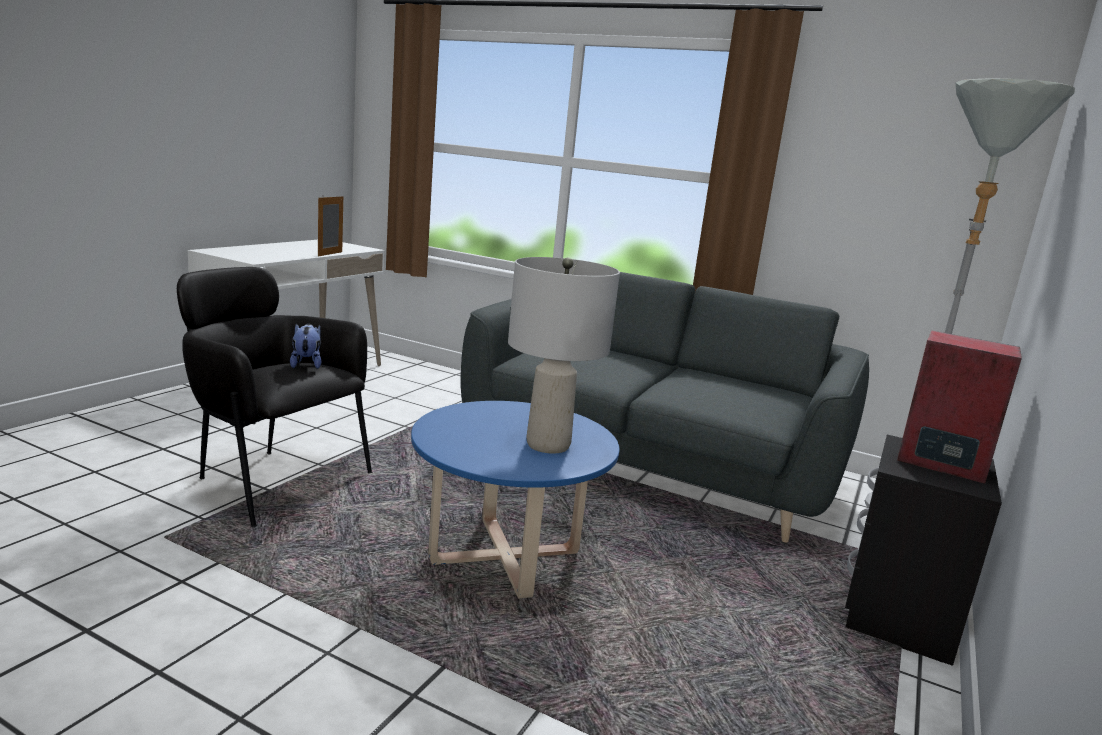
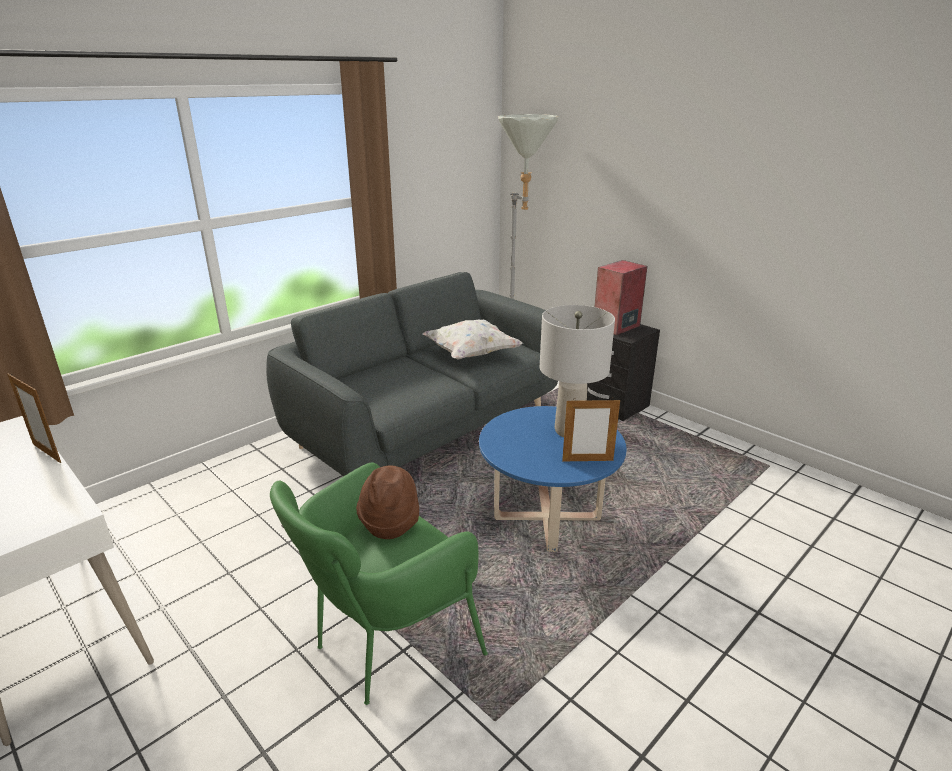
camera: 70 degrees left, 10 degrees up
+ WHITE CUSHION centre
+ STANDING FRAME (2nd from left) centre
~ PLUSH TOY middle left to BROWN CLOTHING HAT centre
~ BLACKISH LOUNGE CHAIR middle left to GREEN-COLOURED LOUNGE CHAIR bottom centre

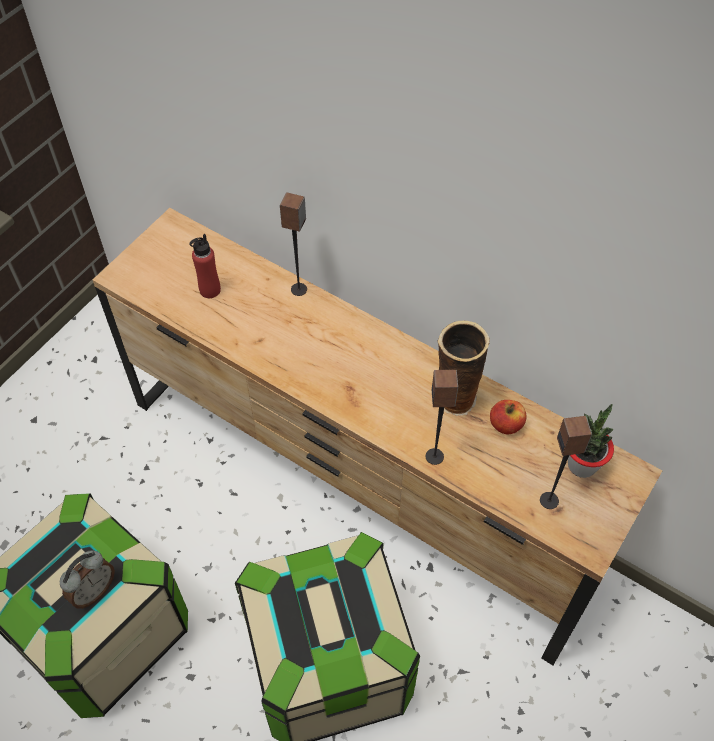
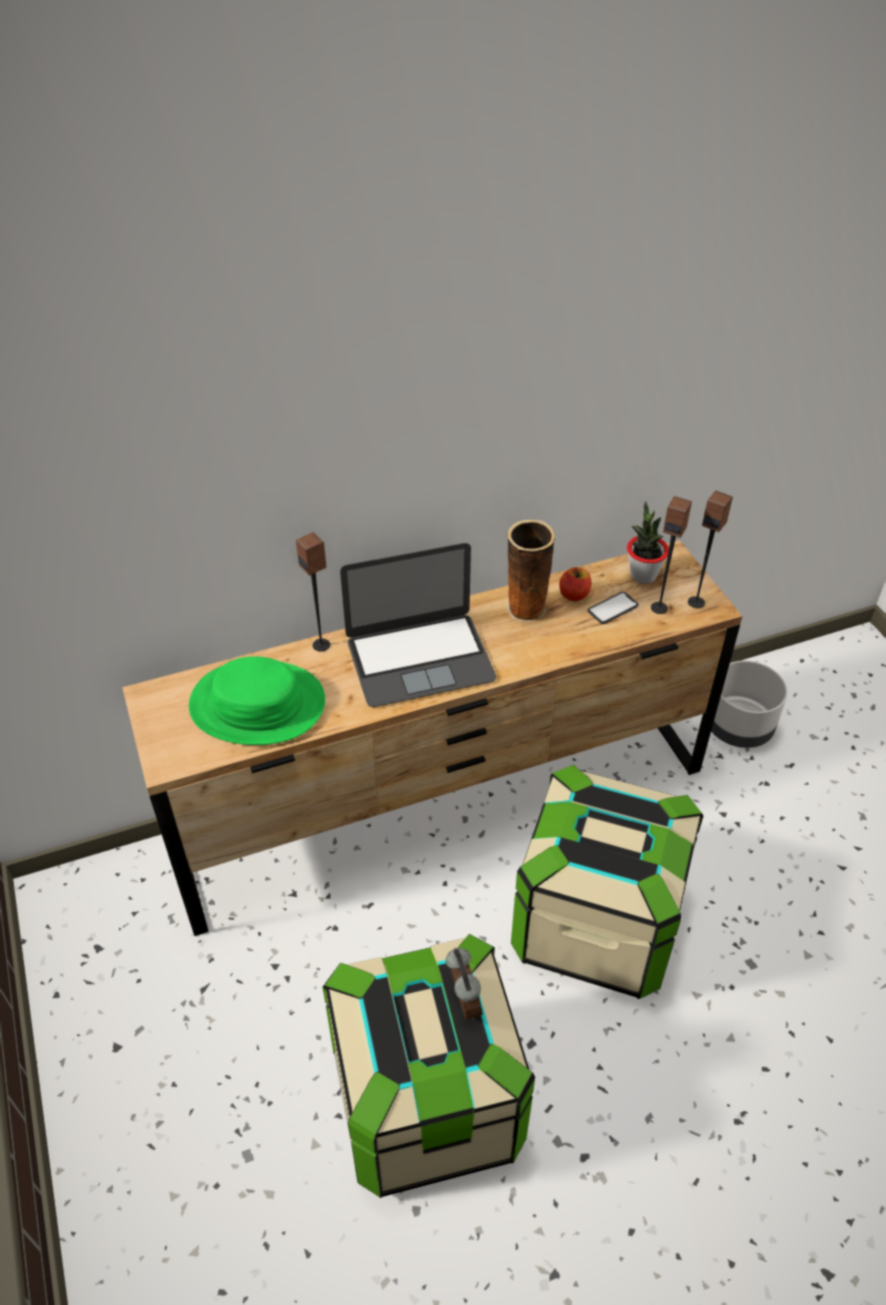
camera: 55 degrees left, 10 degrees down
+ LAPTOP centre
+ PHONE middle right
+ GREY PLANTER middle right
~ AUDIO SPEAKER (2nd from left in the first image) centre to AUDIO SPEAKER (3rd from left) middle right
~ RED BOTTLE middle left to GREEN-COLOURED CLOTHING HAT middle left

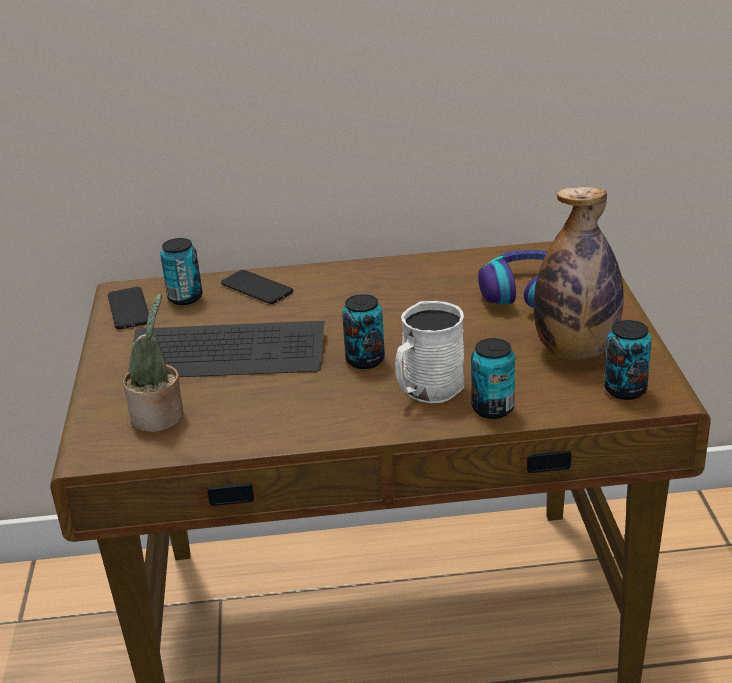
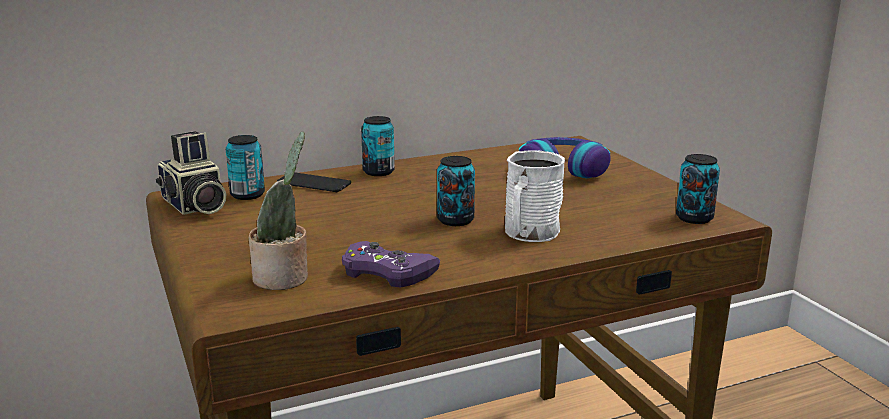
camera: 20 degrees left, 10 degrees down
- COMPUTER KEYBOARD middle left
- BOTTLE middle right
+ PURPLISH JOYPAD centre
~ METAL CAN (3rd from left in the first image) middle right to METAL CAN (2nd from left) centre
~ PHONE (1st from left) middle left to STILL CAMERA middle left

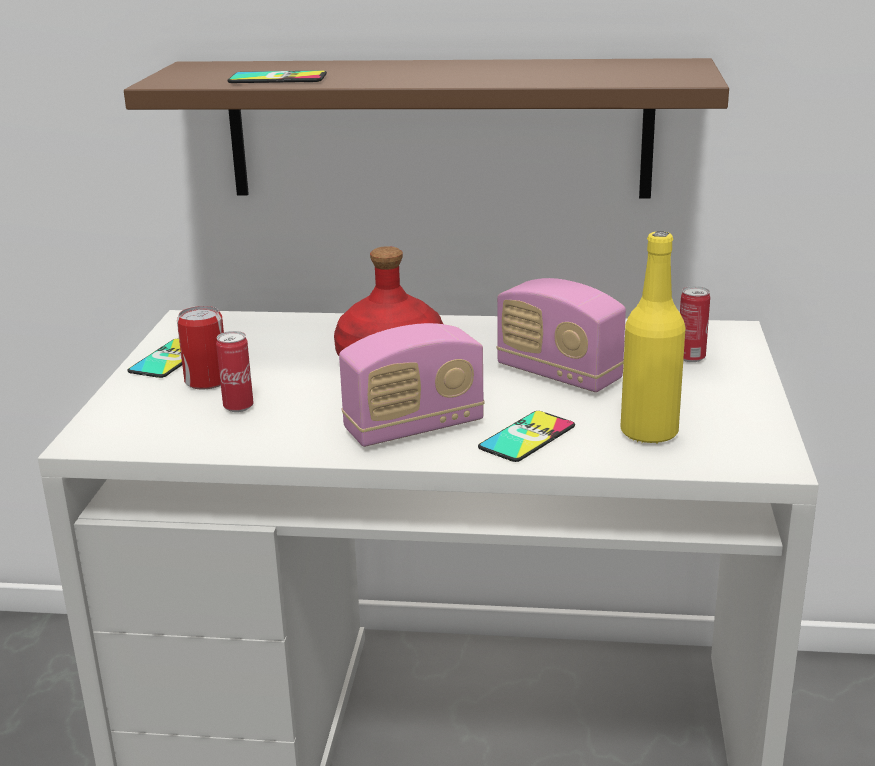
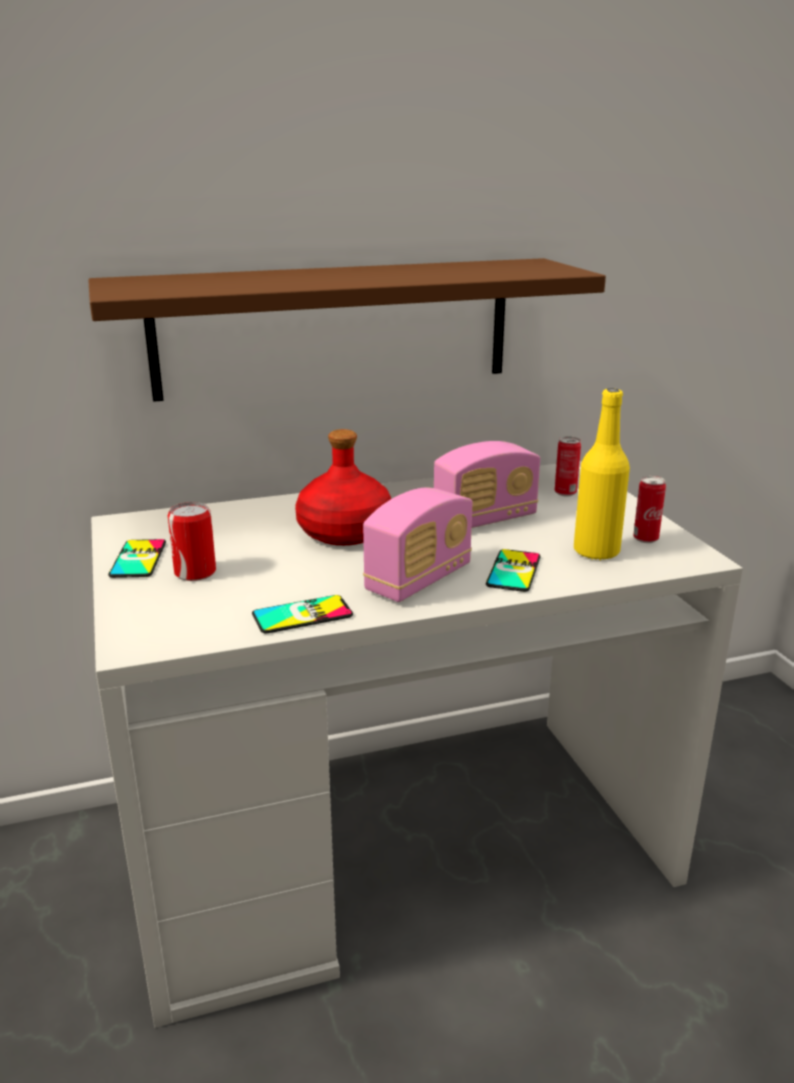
camera: 25 degrees left, 0 degrees up
~ METAL CAN (2nd from left in the first image) middle left to METAL CAN (3rd from left) middle right
~ PHONE (2nd from left) top left to centre
~ RADIO SET (2nd from left) centre = centre 45 degrees counterclockwise

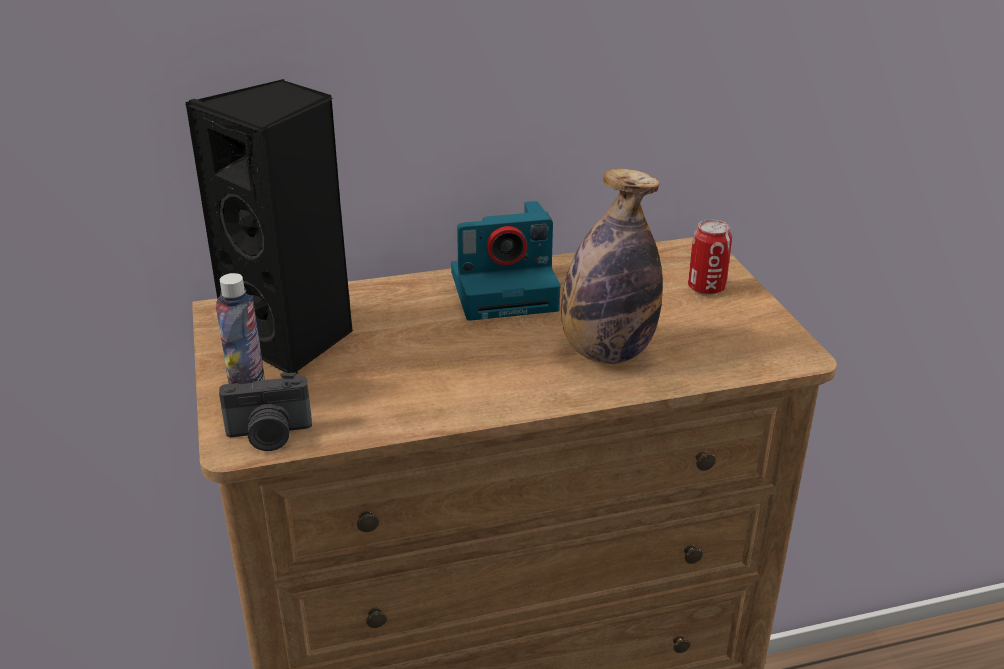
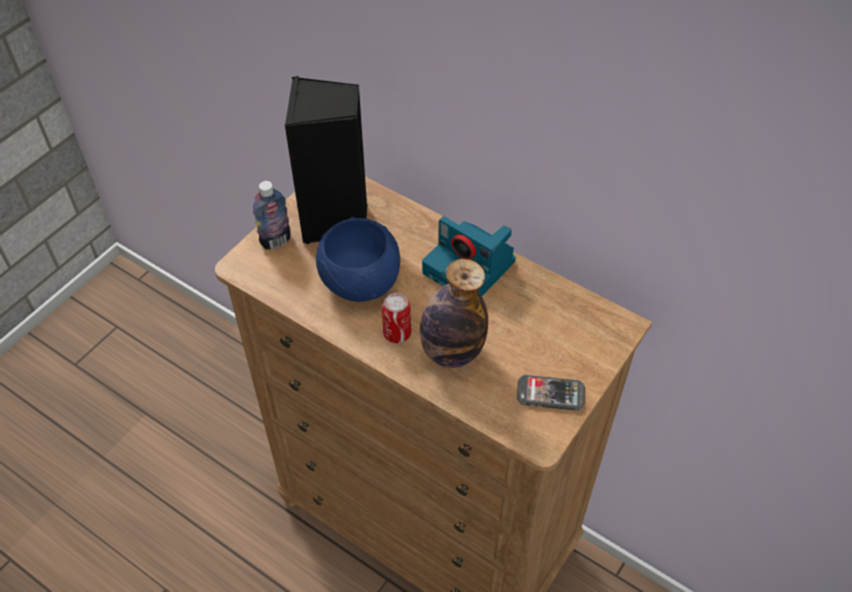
camera: 50 degrees right, 20 degrees up
- STILL CAMERA (1st from left) middle left
+ BLUE-COLOURED SERVING BOWL centre
+ PHONE centre
~ METAL CAN middle right to centre

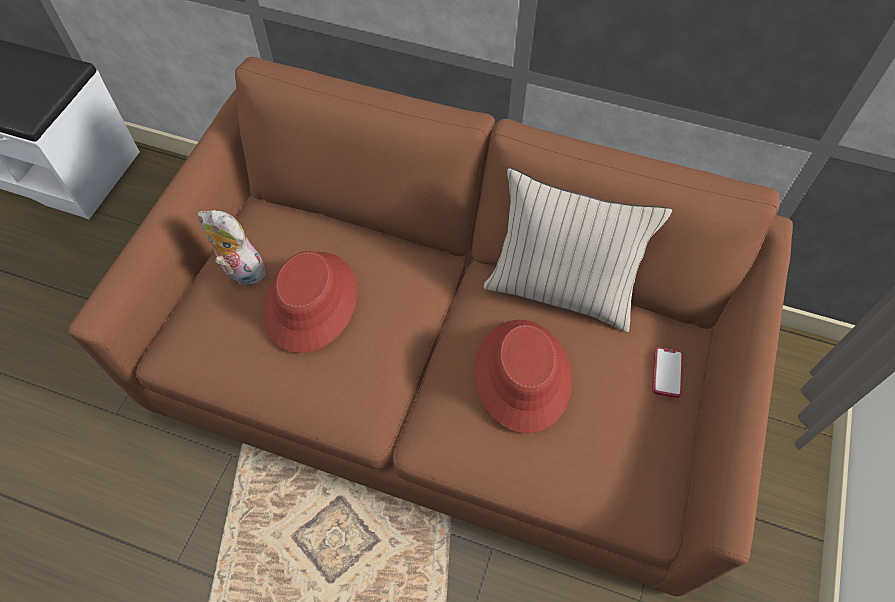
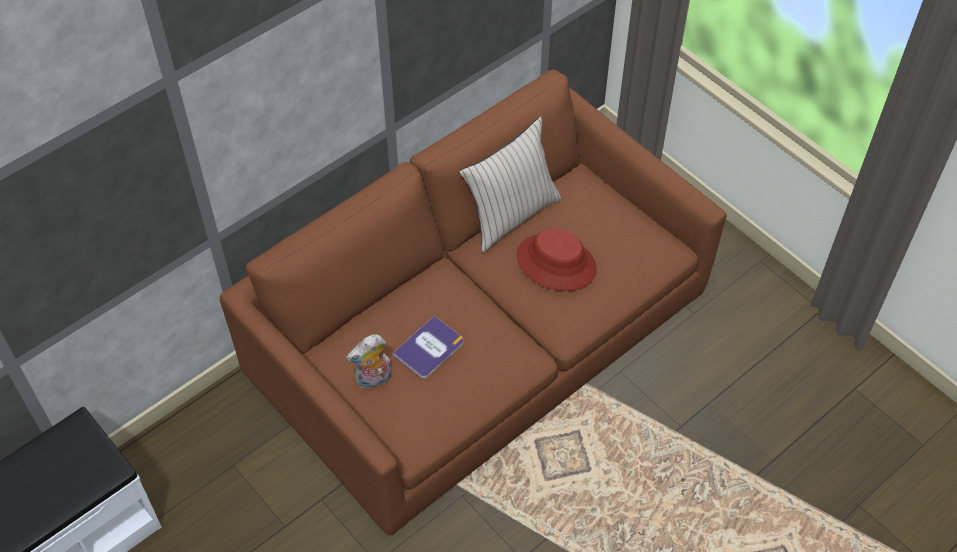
camera: 60 degrees left, 5 degrees down
- PHONE middle right
~ RED CLOTHING HAT (1st from left) centre to BOUND BOOK centre

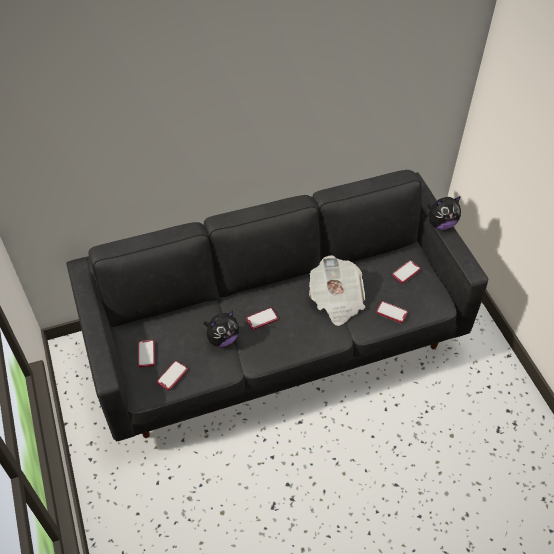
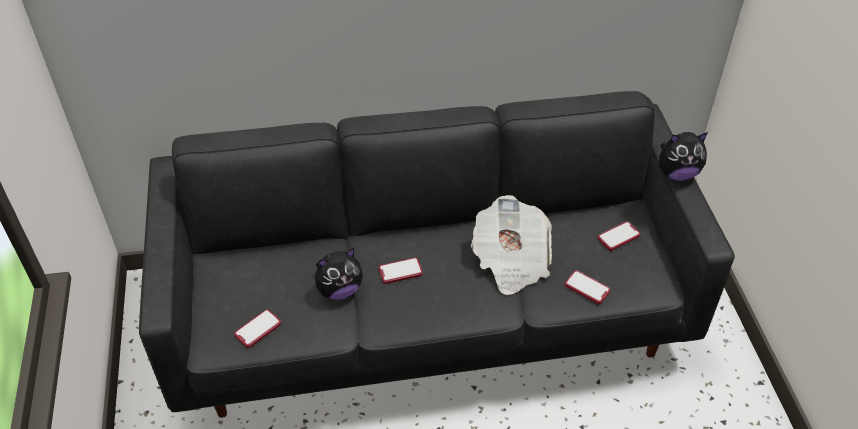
camera: 10 degrees right, 5 degrees down
- PHONE (1st from left) middle left

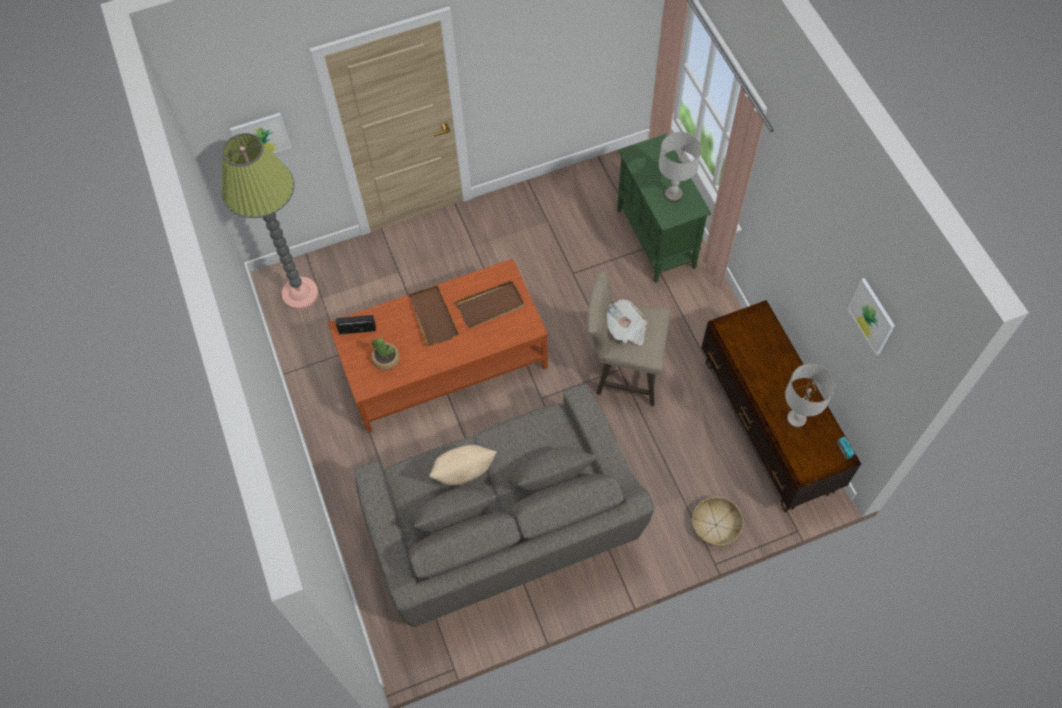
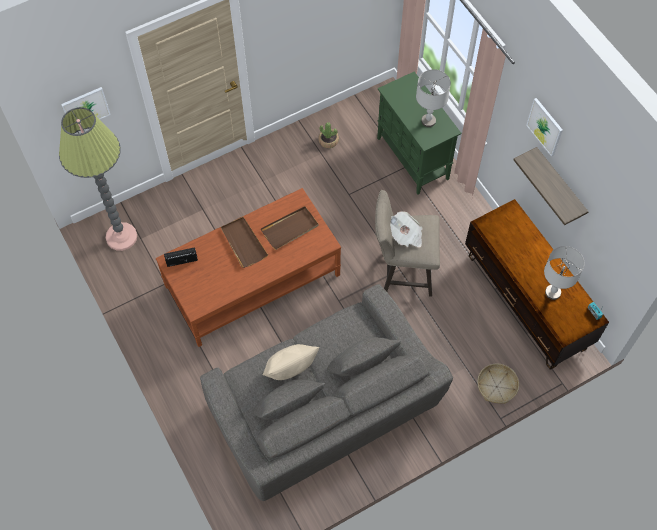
camera: 10 degrees left, 0 degrees up
+ WALL SHELF middle right
~ PLANT IN A POT centre to top centre
~ WALL PICTURE (2nd from left) middle right to top right

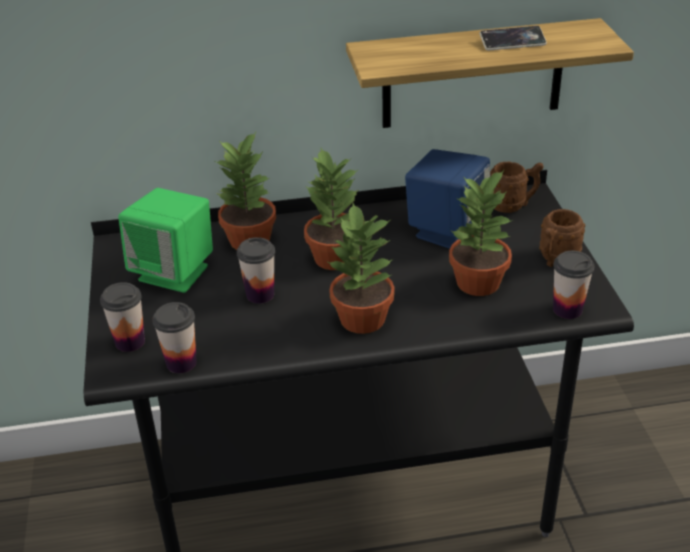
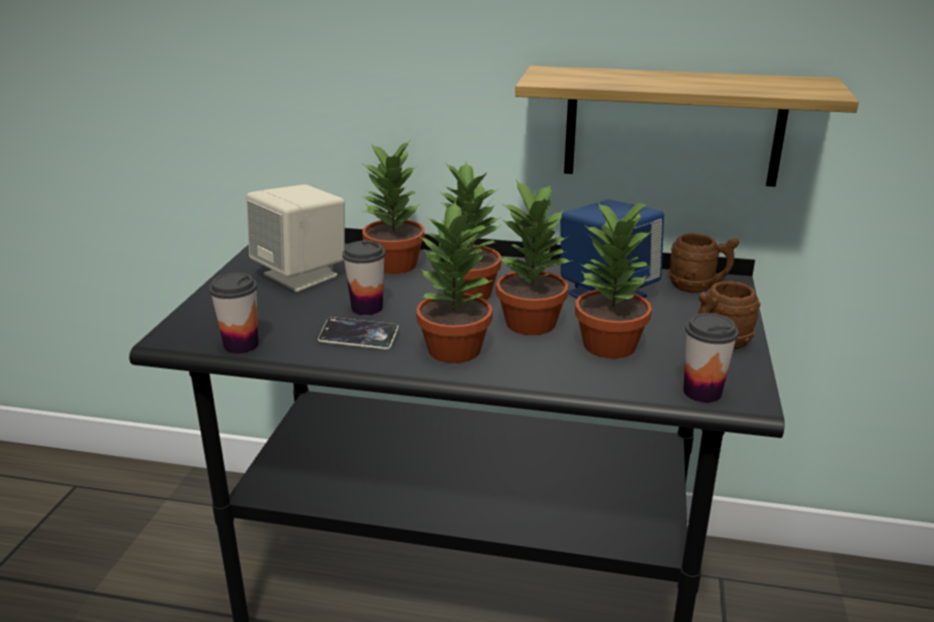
camera: 20 degrees right, 10 degrees down
- DRINKING CUP (1st from left) middle left
+ PLANT IN A POT (4th from left) centre
~ PHONE top right to centre
~ GREEN-COLOURED AUDIO SPEAKER middle left to BEIGE-COLOURED AUDIO SPEAKER middle left

